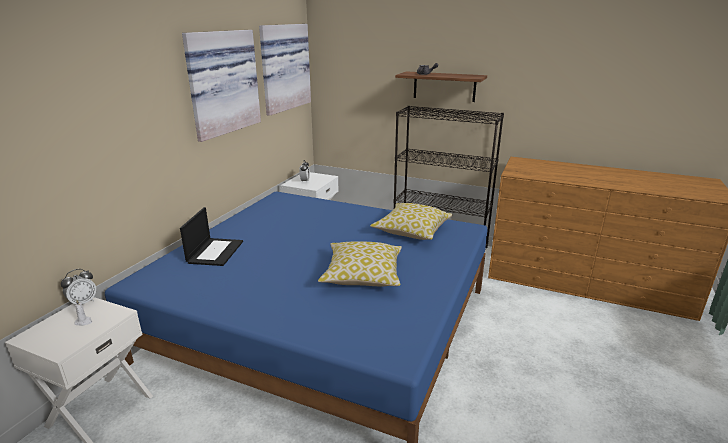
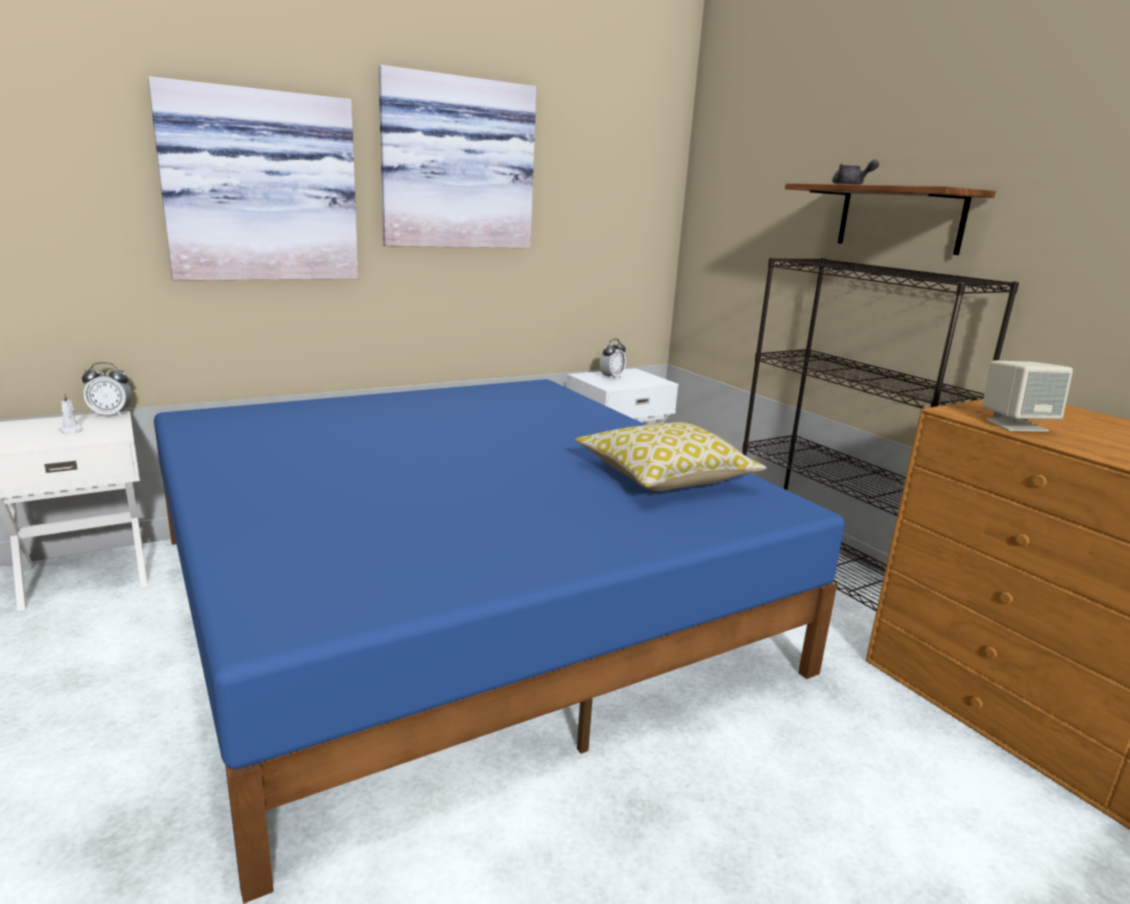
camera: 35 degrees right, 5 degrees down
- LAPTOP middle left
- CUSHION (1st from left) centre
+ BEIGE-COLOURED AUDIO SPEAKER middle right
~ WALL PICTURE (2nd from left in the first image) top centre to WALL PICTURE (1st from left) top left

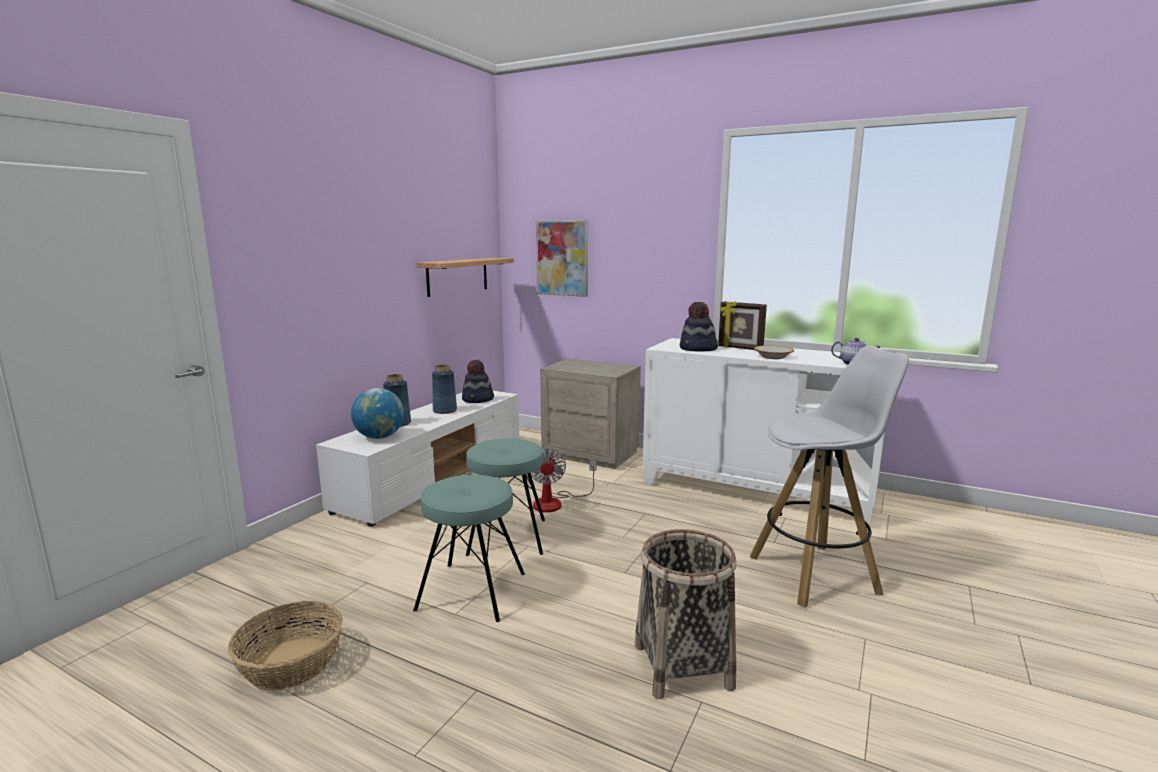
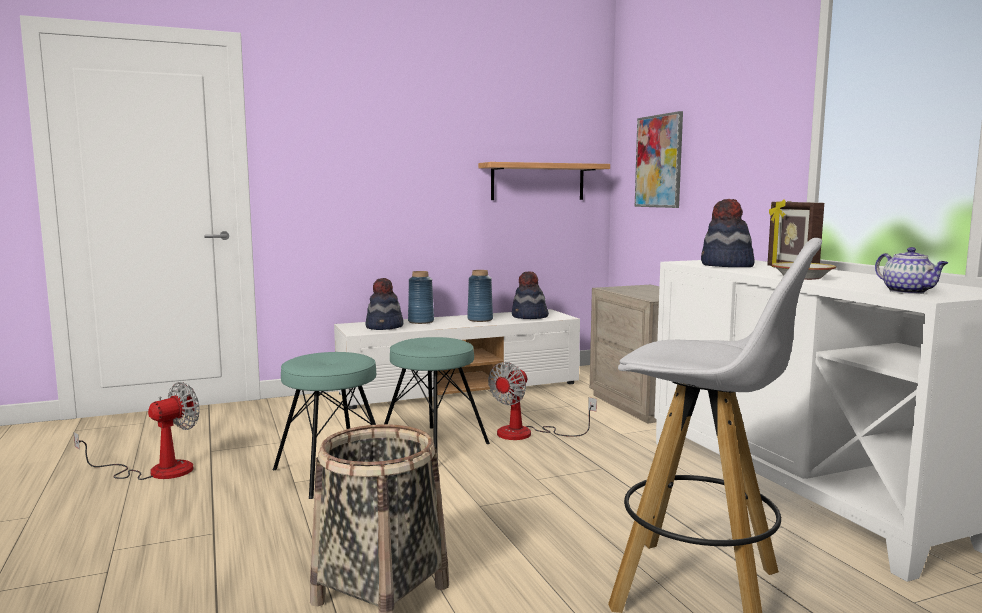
camera: 40 degrees right, 5 degrees down
~ HOUSEHOLD BASKET (1st from left) bottom left to FAN (1st from left) bottom left
~ WORLD GLOBE middle left to CLOTHING HAT (1st from left) centre

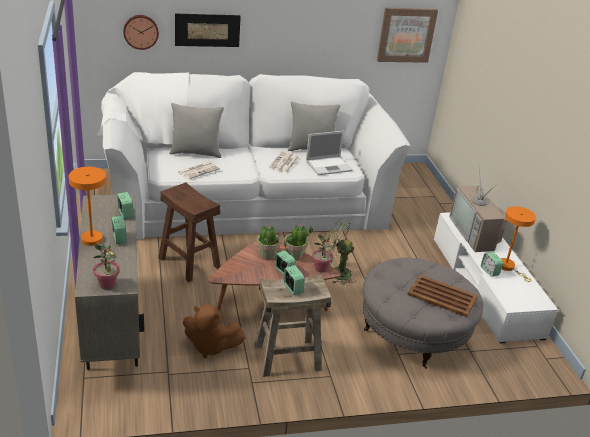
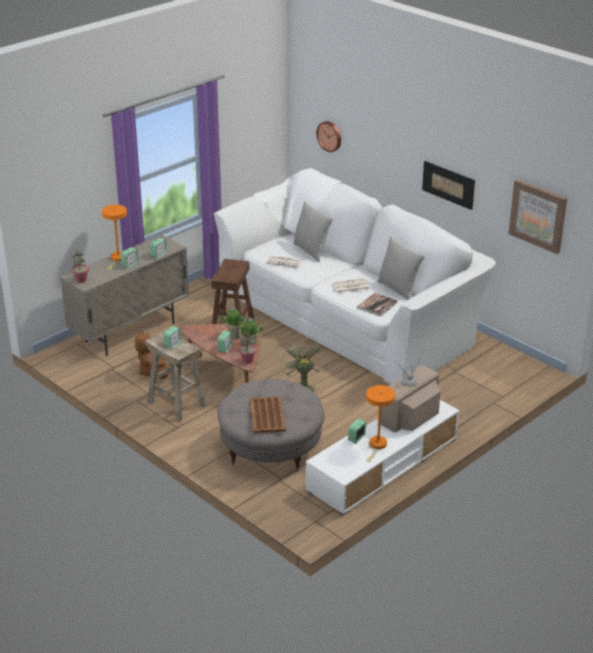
camera: 60 degrees right, 0 degrees up
~ WALL PICTURE (1st from left) top centre to top right
~ LAPTOP centre to BOUND BOOK centre

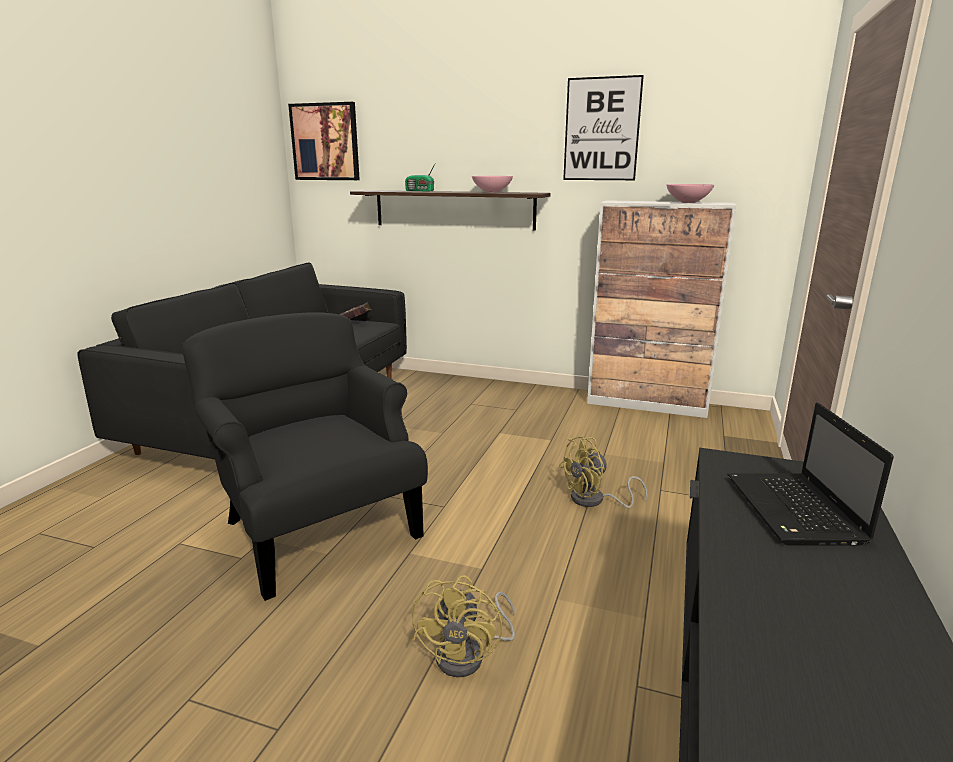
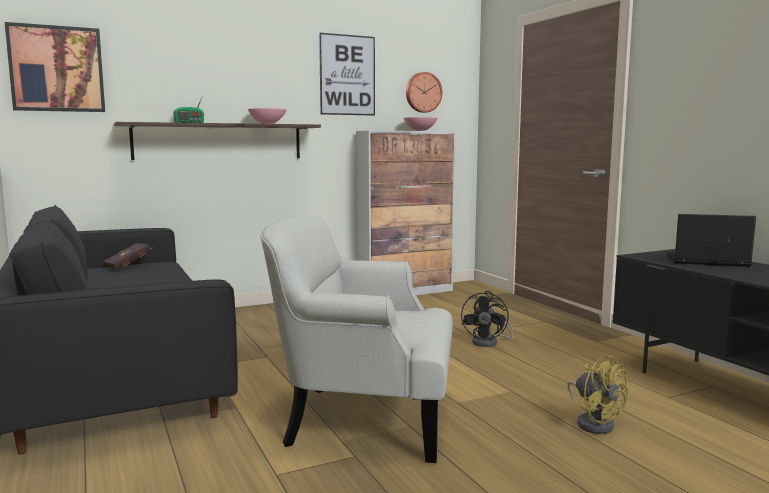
camera: 45 degrees left, 10 degrees down
+ HANGING CLOCK top centre
~ BLACKISH LOUNGE CHAIR middle left to WHITE LOUNGE CHAIR bottom centre
~ YELLOWISH FAN (2nd from left) centre to BLACKISH FAN centre
~ LAPTOP middle right = middle right 150 degrees clockwise

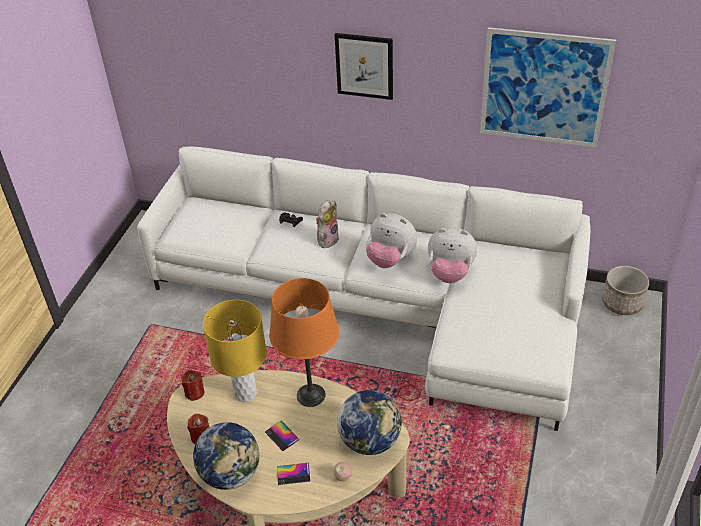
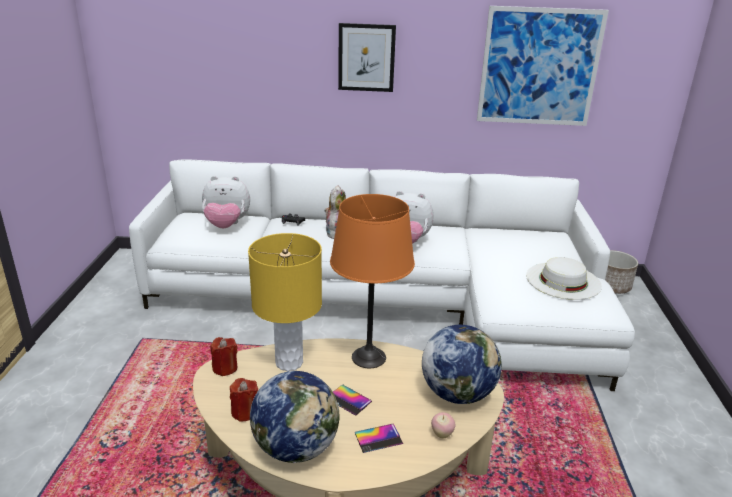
camera: 15 degrees left, 15 degrees down
+ WHITE CLOTHING HAT middle right
~ PLUSH TOY (3rd from left in the first image) centre to PLUSH TOY (1st from left) middle left

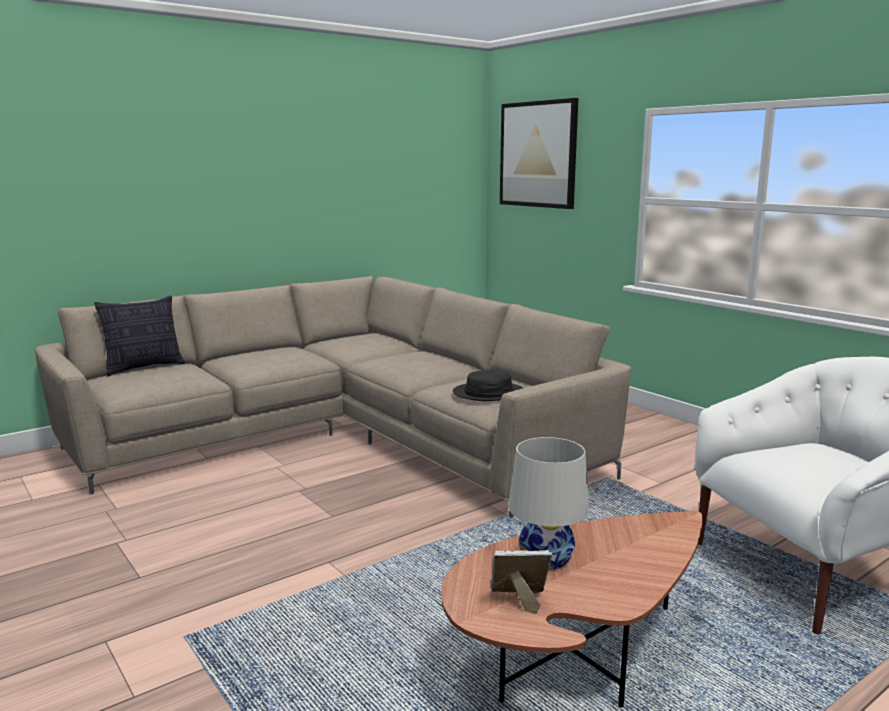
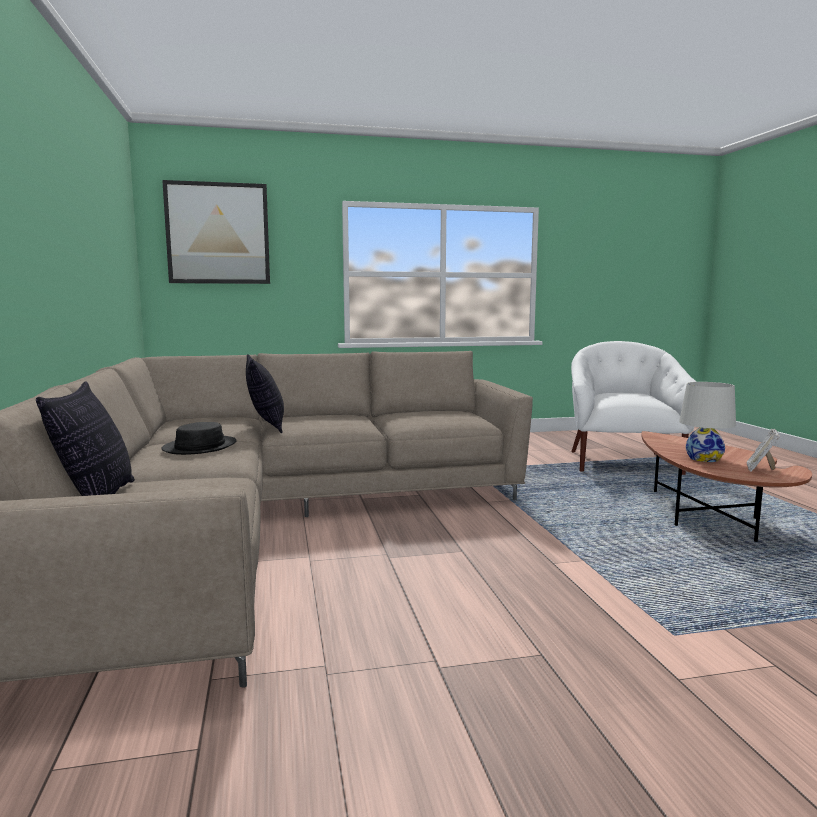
camera: 65 degrees left, 5 degrees down
+ CUSHION (2nd from left) middle left
~ BLACKISH CLOTHING HAT centre to middle left

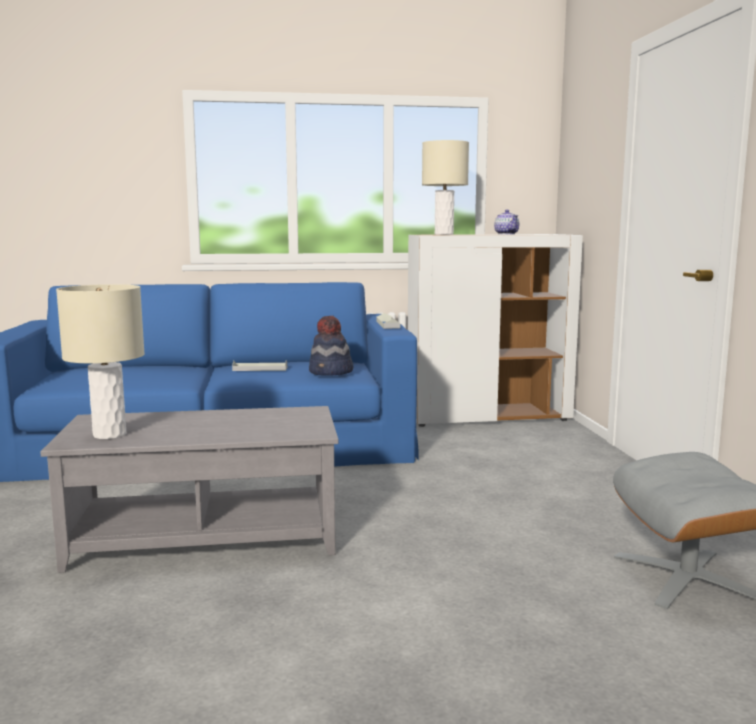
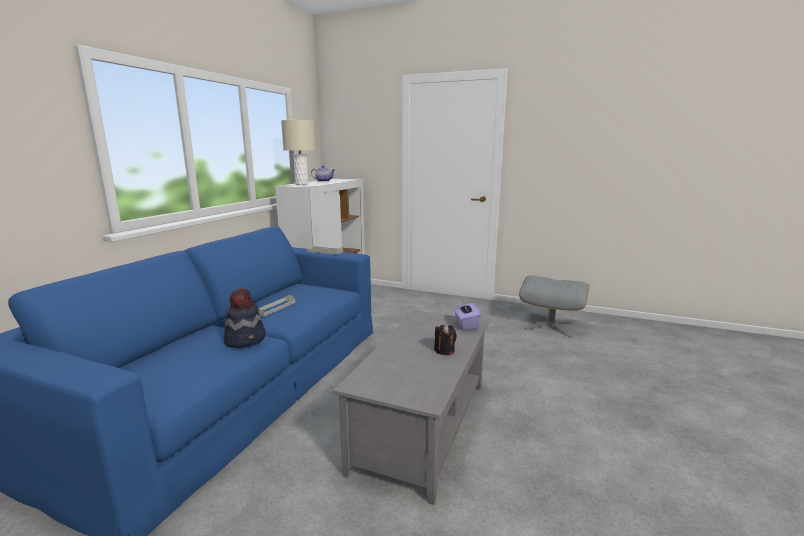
camera: 60 degrees left, 5 degrees up
- BEIGE-COLOURED LAMP FOR A TABLE (1st from left) middle left
+ BLACKISH CANDLE centre
+ PURPLISH TISSUE HOLDER centre
~ CLOTHING HAT centre to middle left

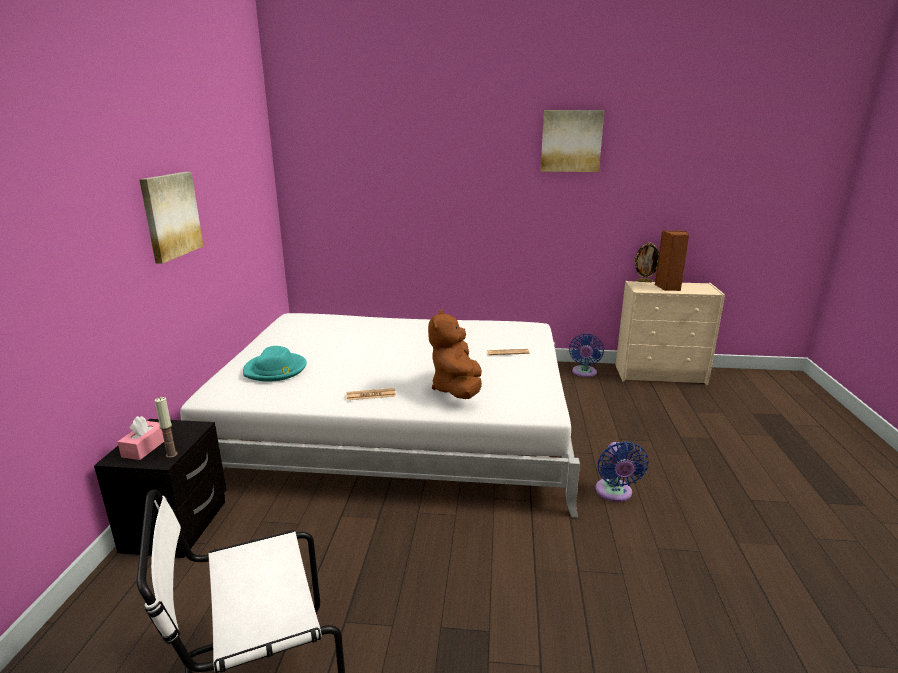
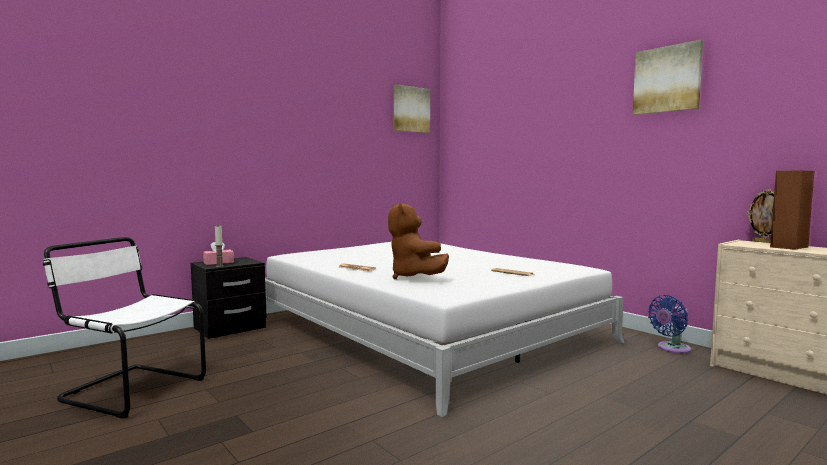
camera: 45 degrees right, 15 degrees down
- TURQUOISE-COLOURED CLOTHING HAT middle left
- BLUE-COLOURED FAN (2nd from left) bottom right
~ WALL PICTURE (1st from left) top left to top centre
~ BROWN PLUSH TOY centre = centre 75 degrees counterclockwise

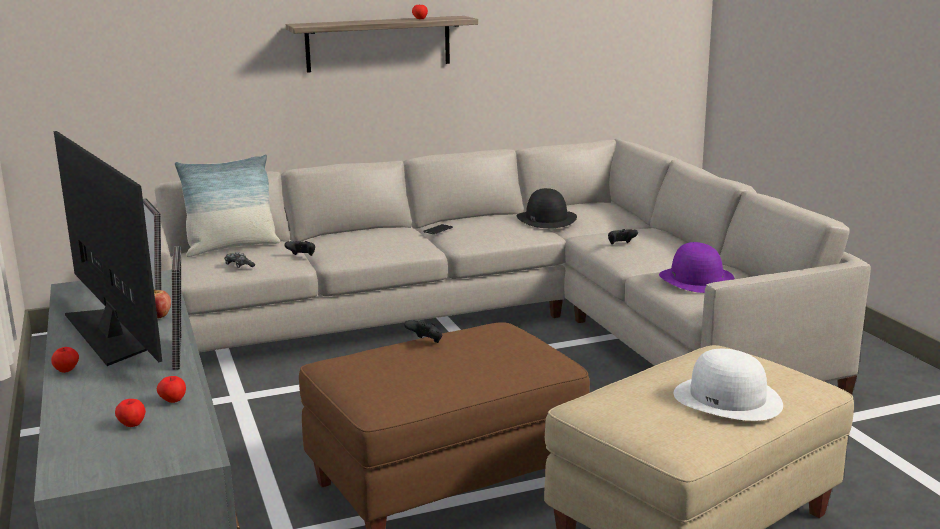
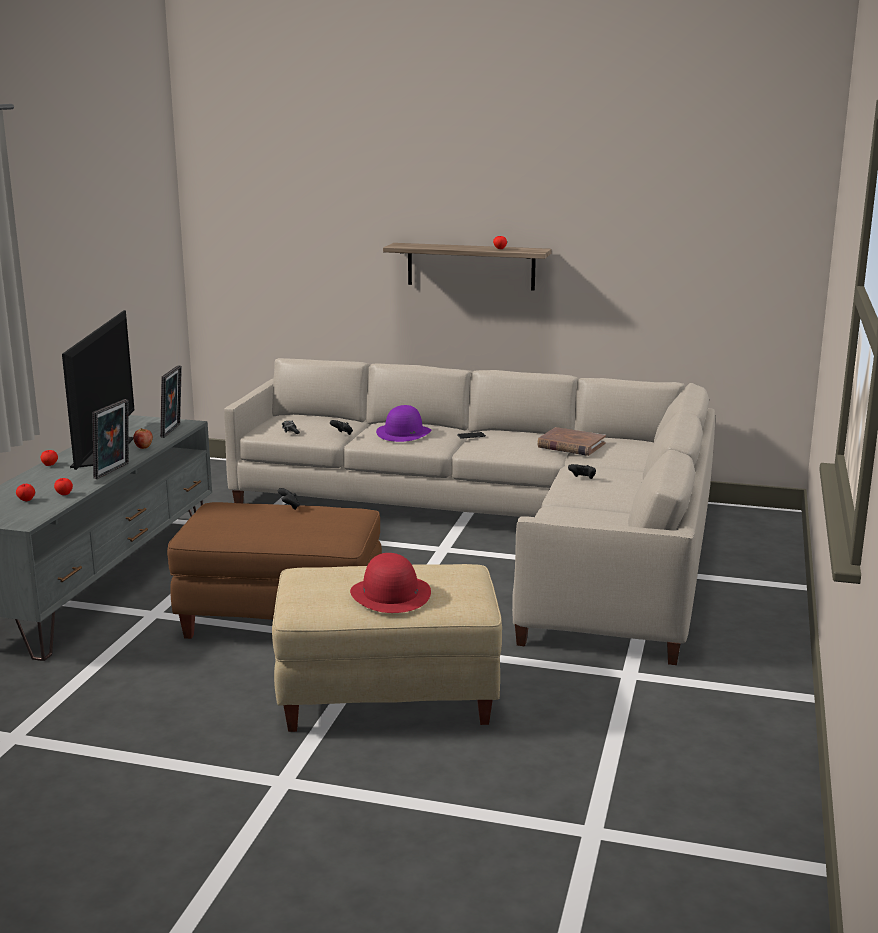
camera: 35 degrees right, 0 degrees up
- CUSHION middle left
~ PURPLISH CLOTHING HAT middle right to centre
~ BLACKISH CLOTHING HAT centre to BROWN BOUND BOOK centre
~ WHITE CLOTHING HAT bottom right to RED CLOTHING HAT centre

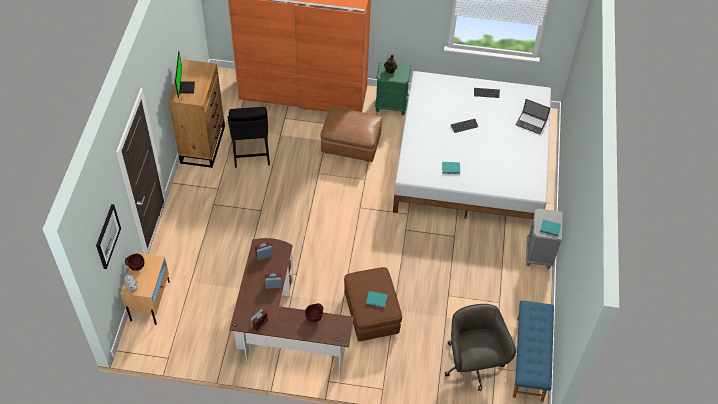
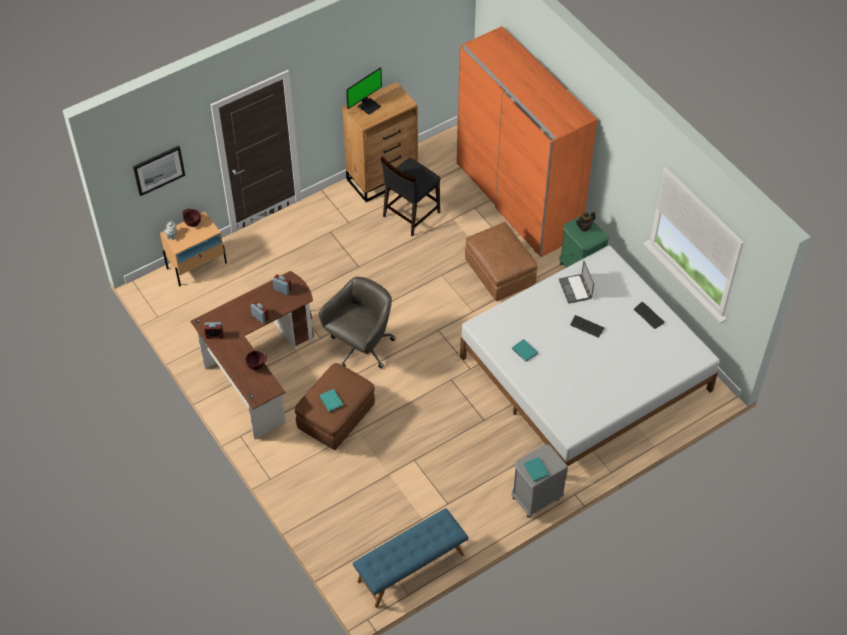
camera: 50 degrees right, 0 degrees up
~ GREY COMPUTER CHAIR bottom right to centre
~ LAPTOP top right to middle right

